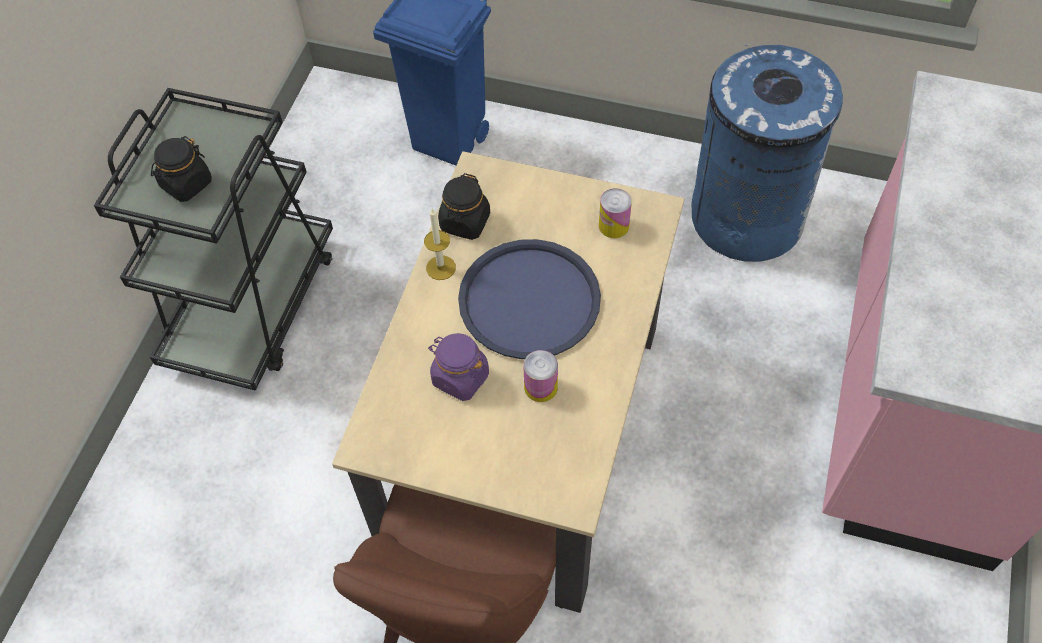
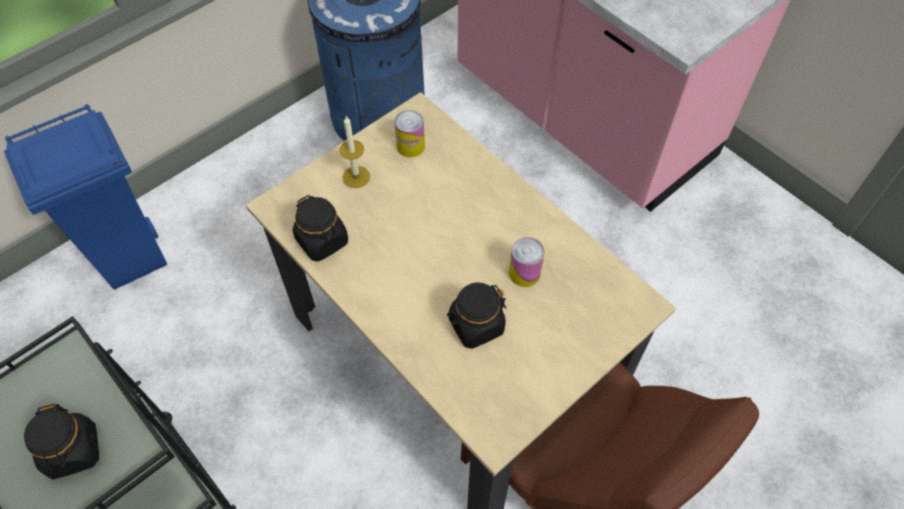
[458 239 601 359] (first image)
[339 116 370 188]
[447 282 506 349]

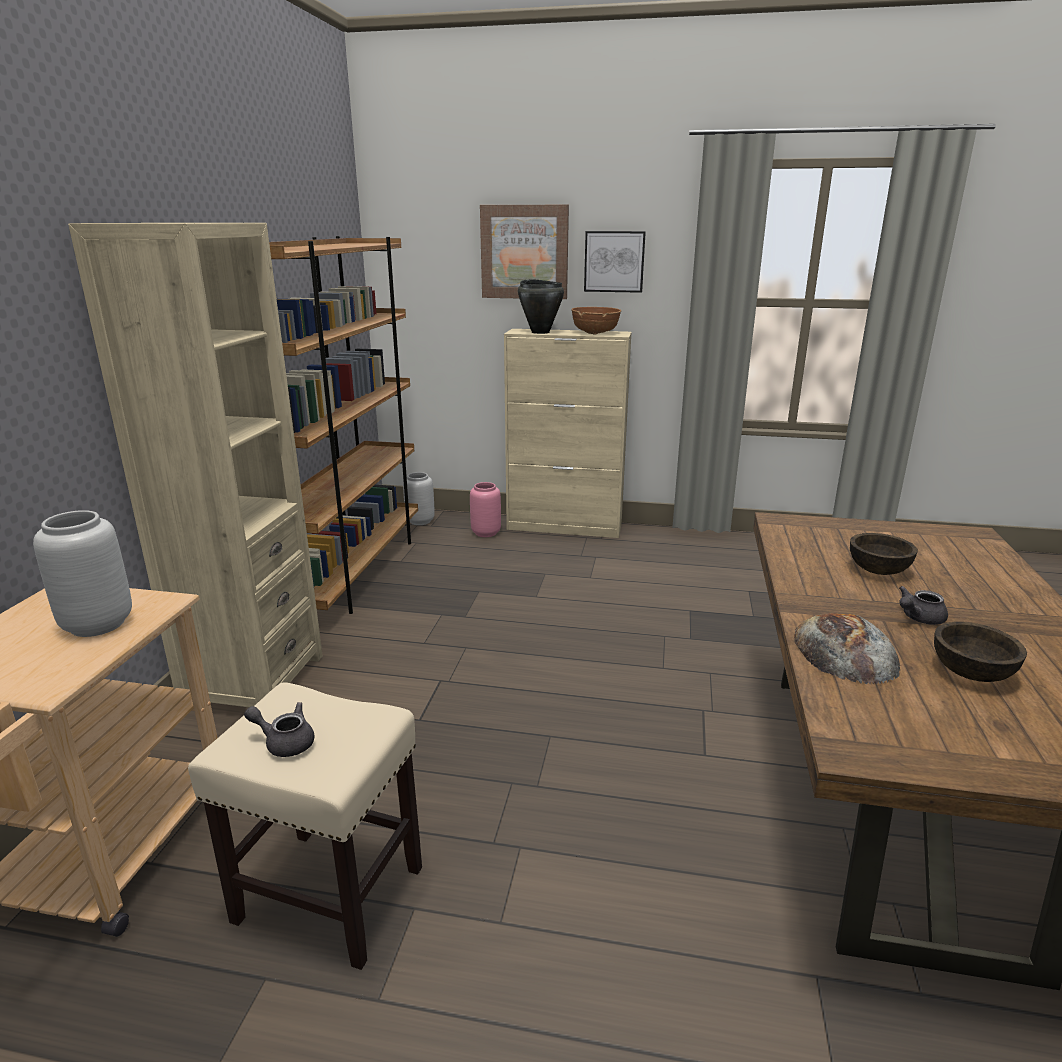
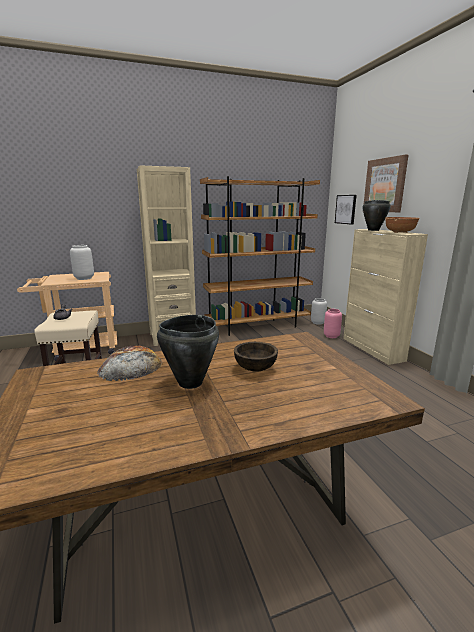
[934 622 1027 682] (first image)
[335 195 357 225]
[157 315 219 389]

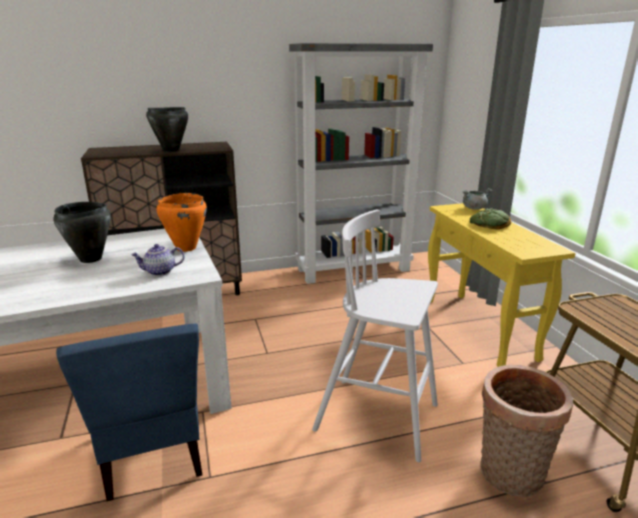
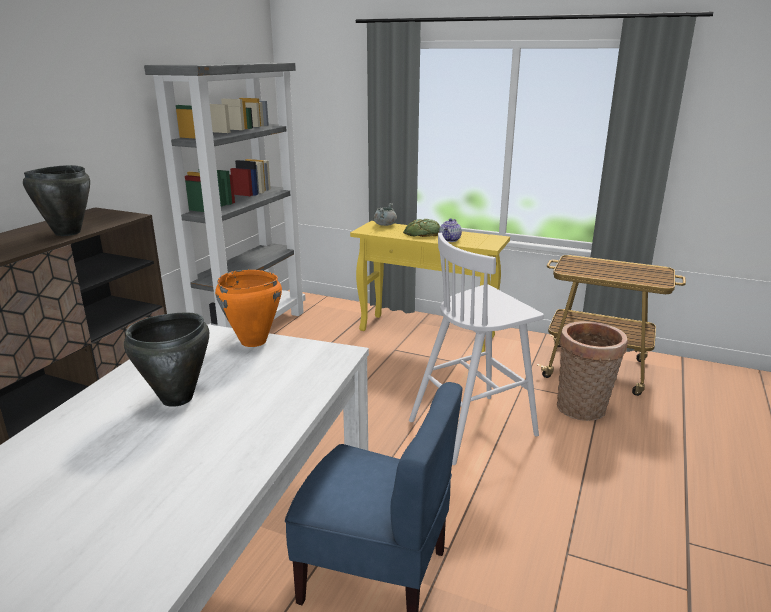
[439 218 462 242]

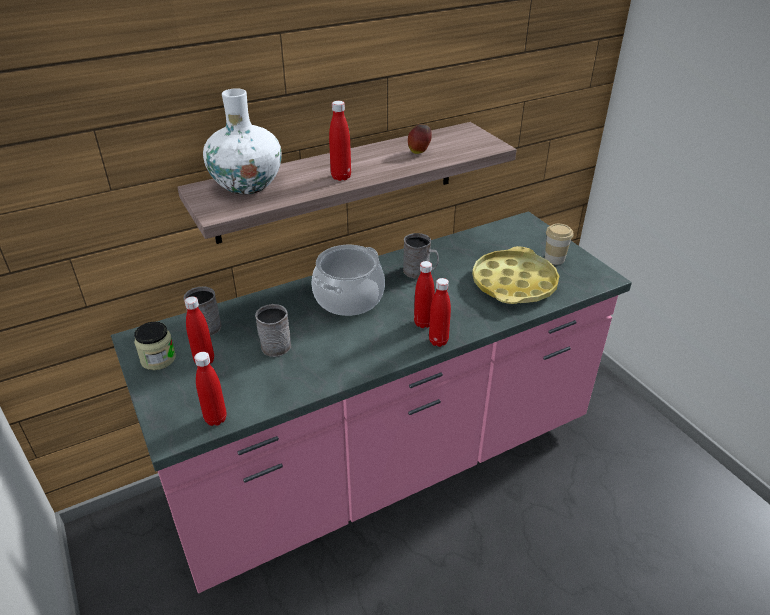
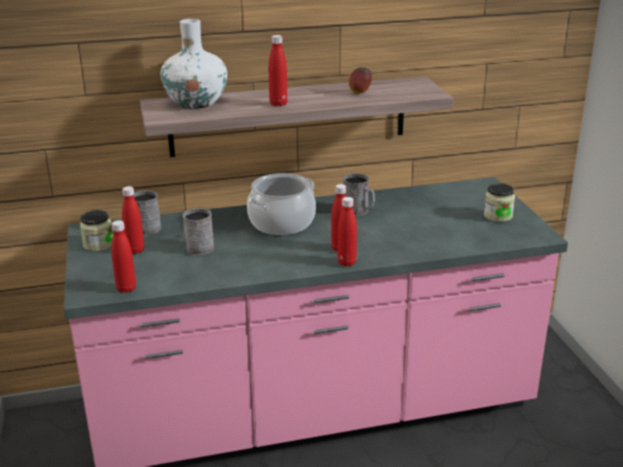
[472 246 559 304] (first image)
[484 183 515 222]

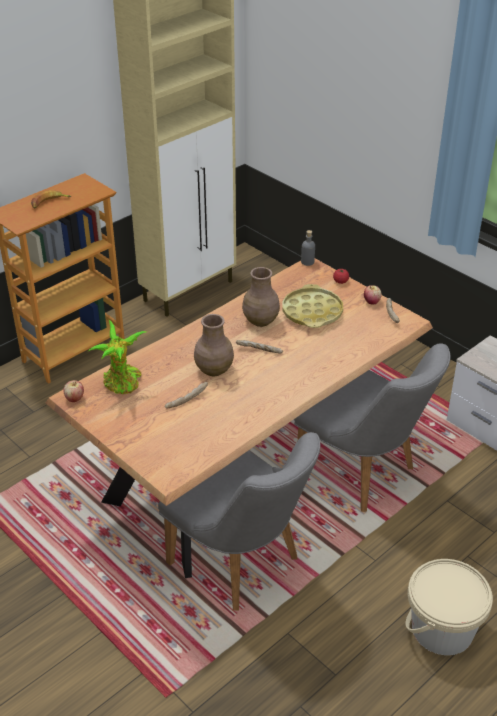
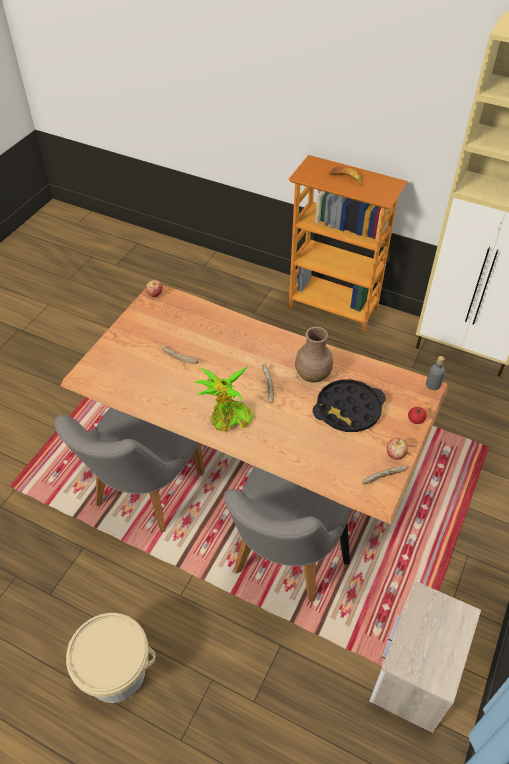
[194 314 234 376] (first image)
[194 365 254 432]
[312 379 386 432]

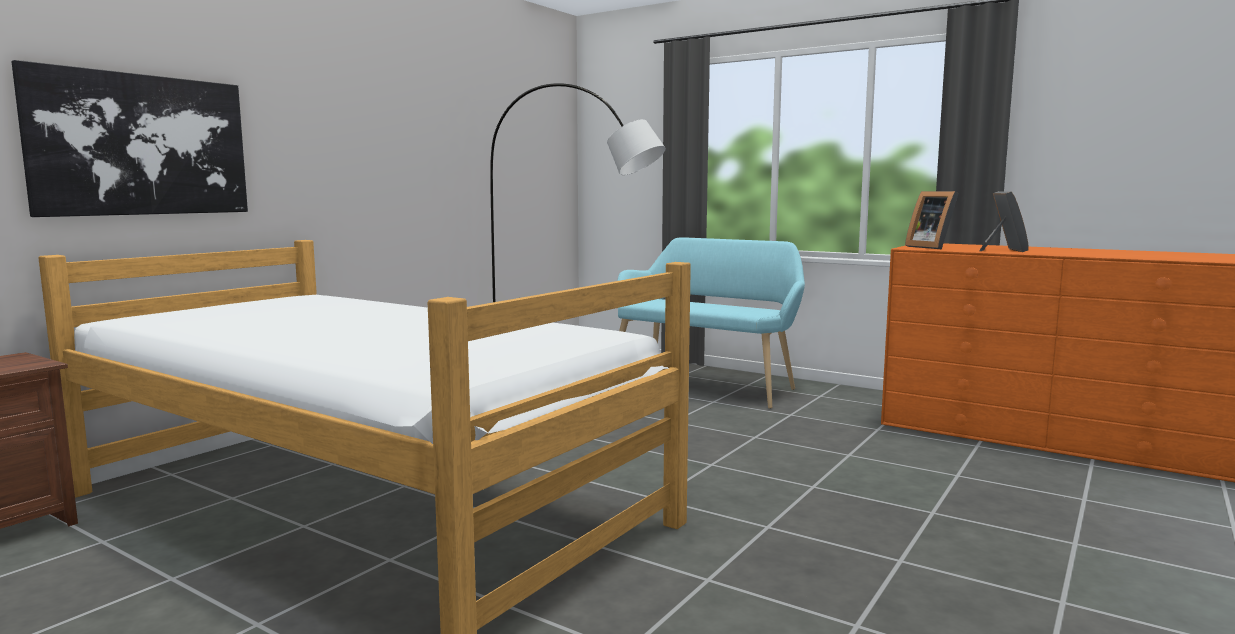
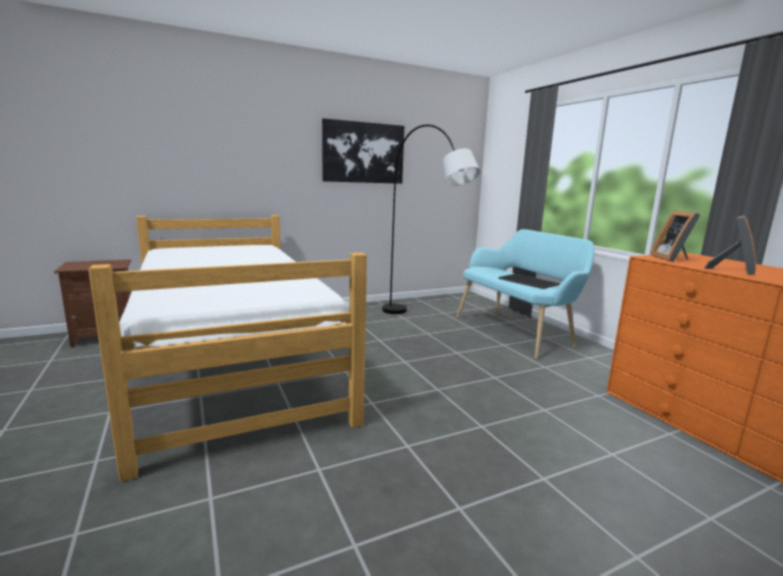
[498 274 559 289]
[322 118 404 184]

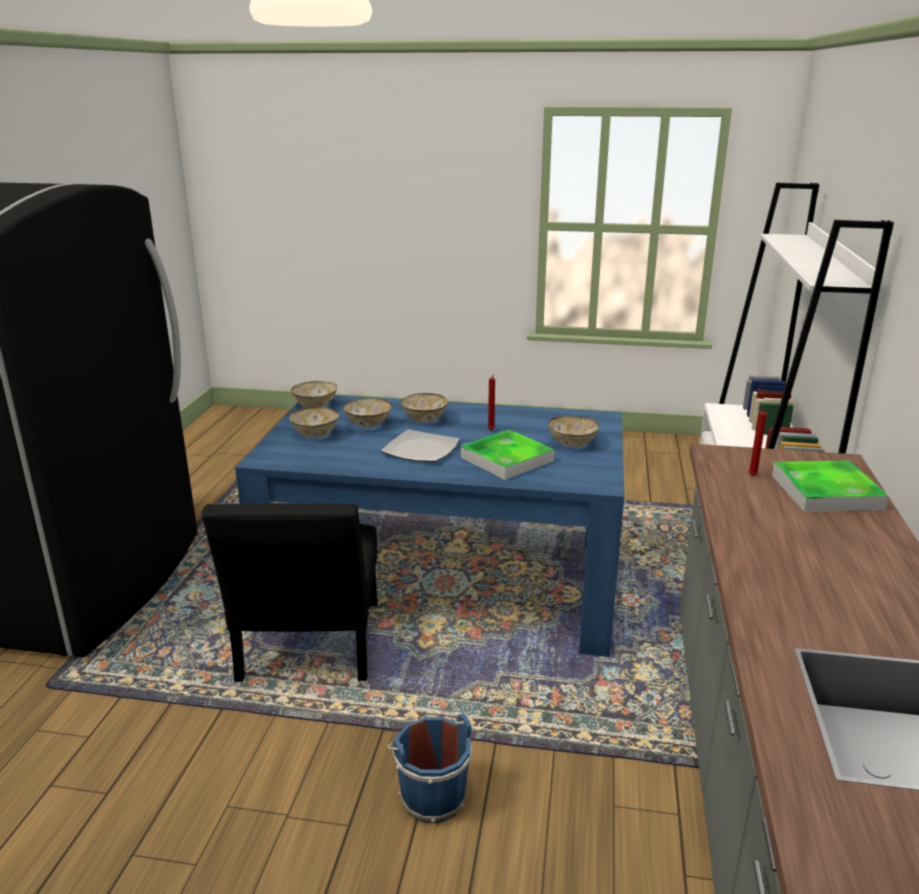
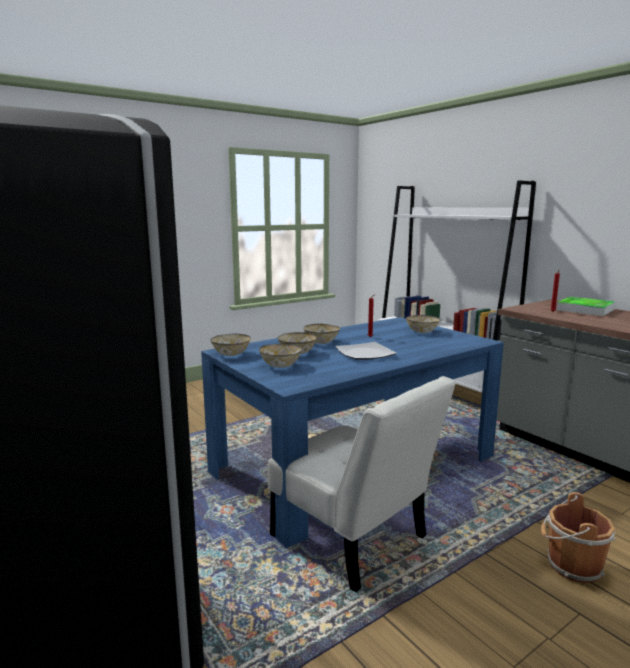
[461 429 555 480] (first image)
[268 376 456 592]
[541 492 615 583]

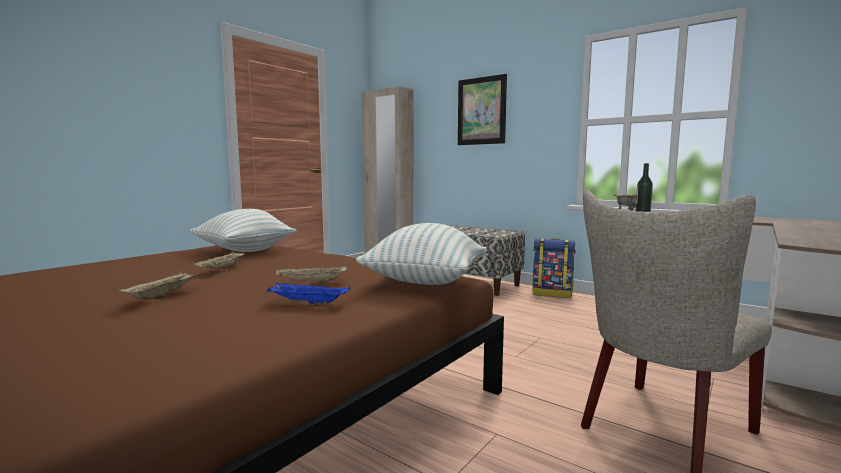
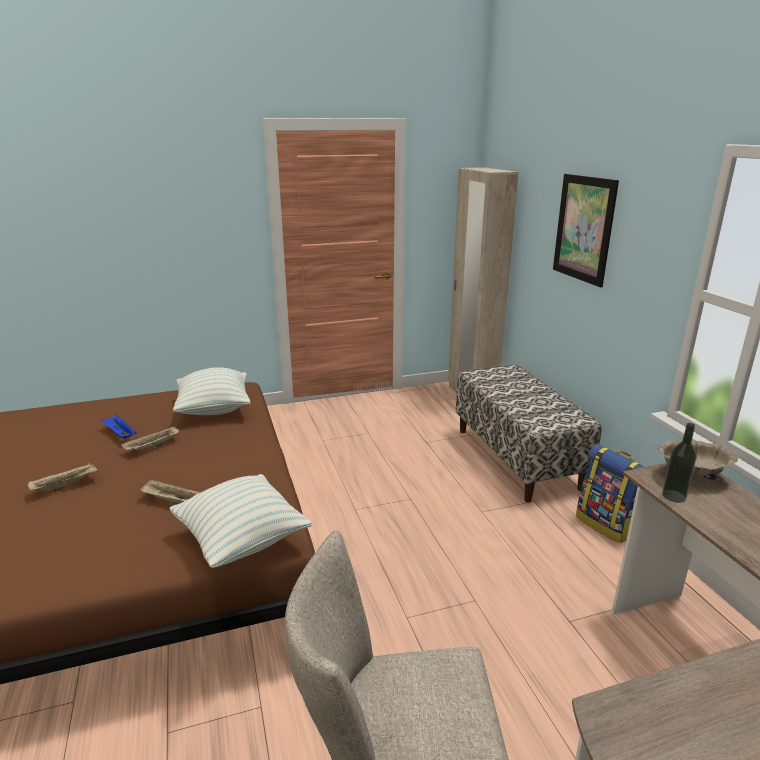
[101 415 137 439]

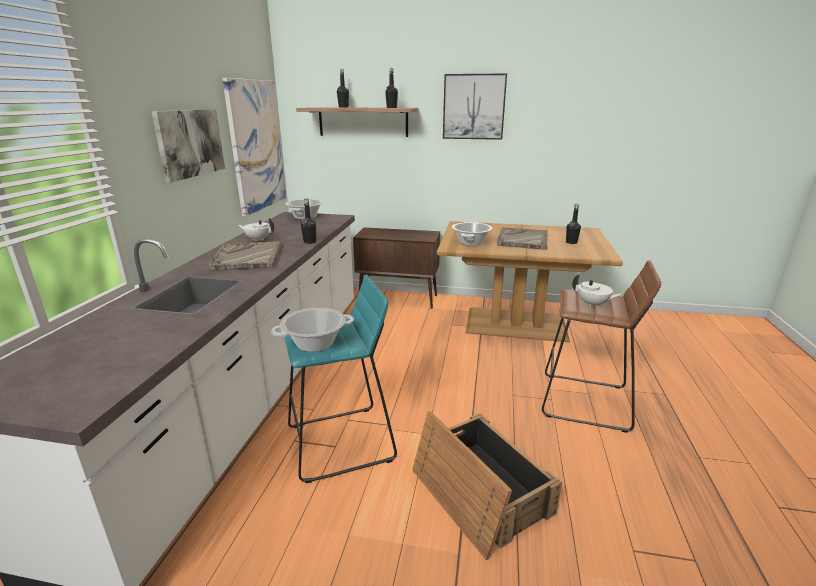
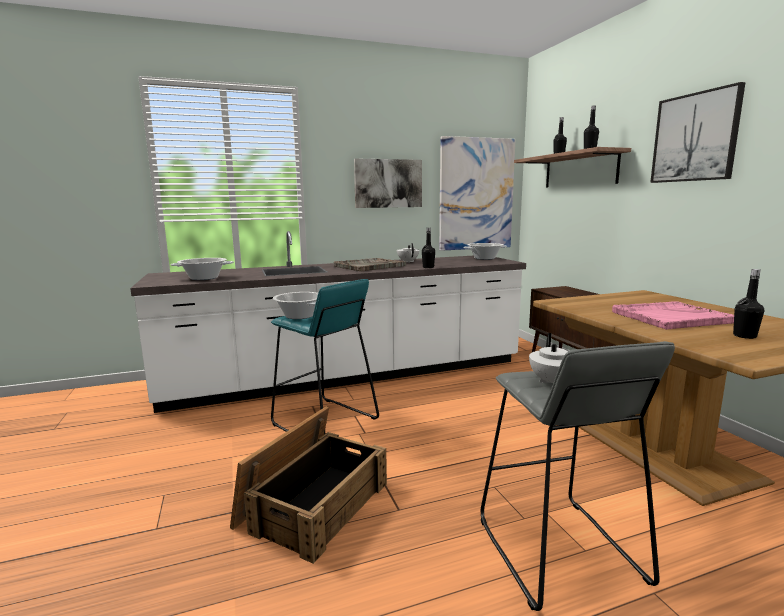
[171 258 234 280]
[612 301 734 330]
[481 341 675 611]

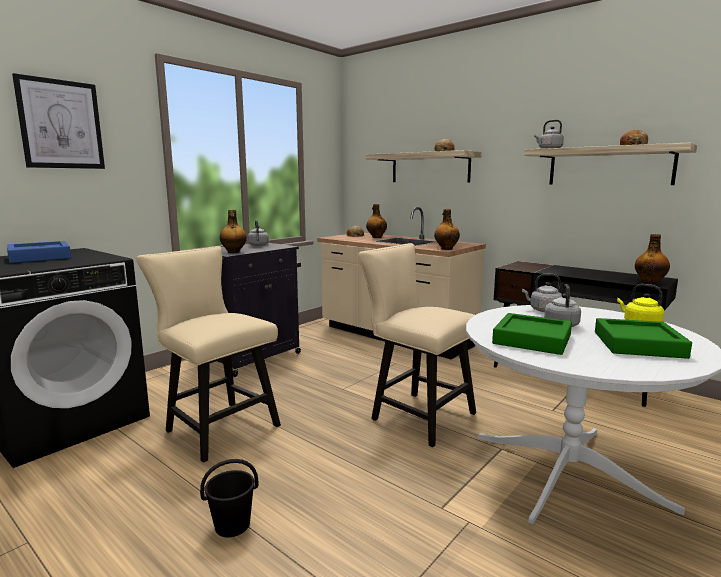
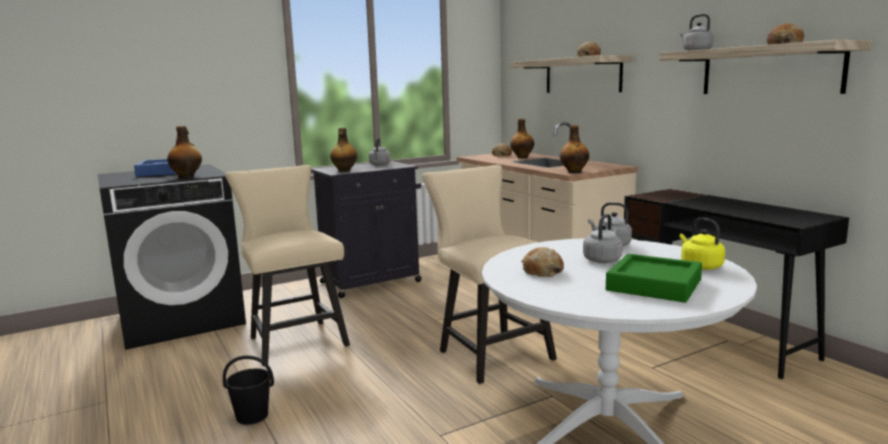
[12 73 105 169] (first image)
[167 126 202 178]
[522 247 564 277]

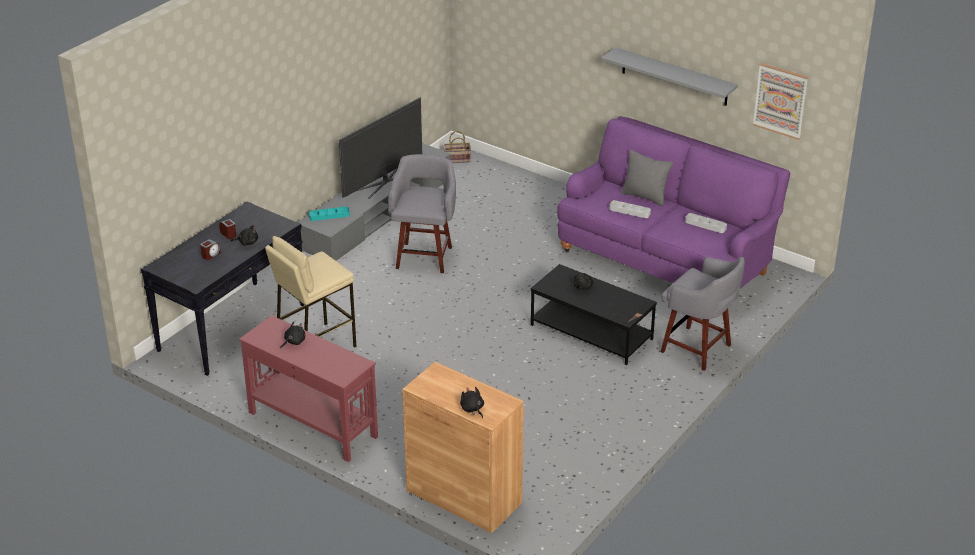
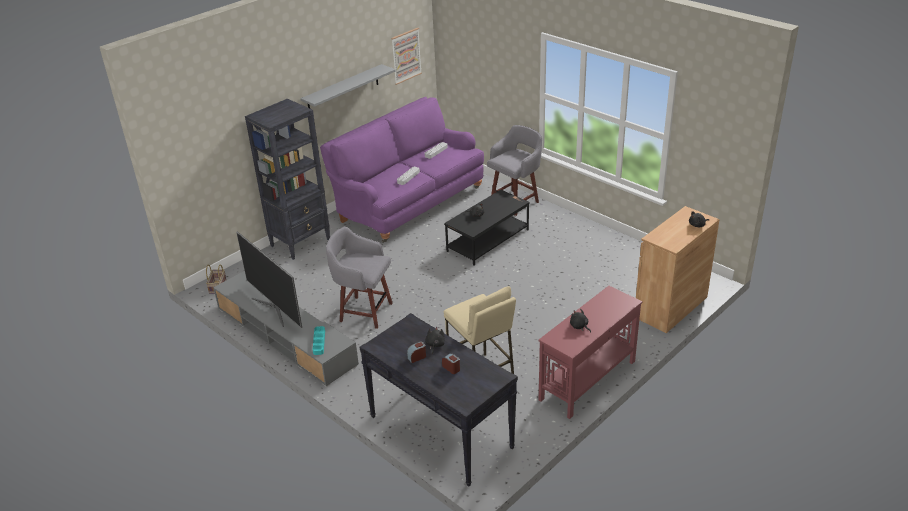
[621 150 673 206] (first image)
[245 99 330 260]

